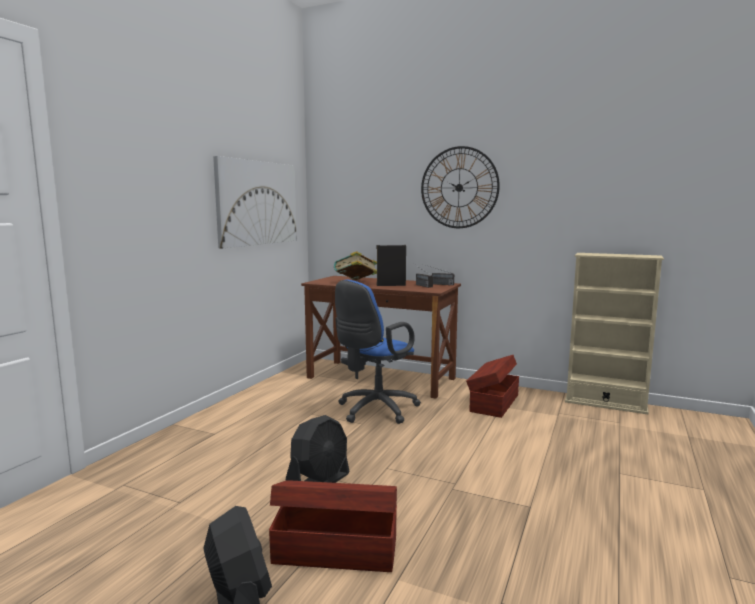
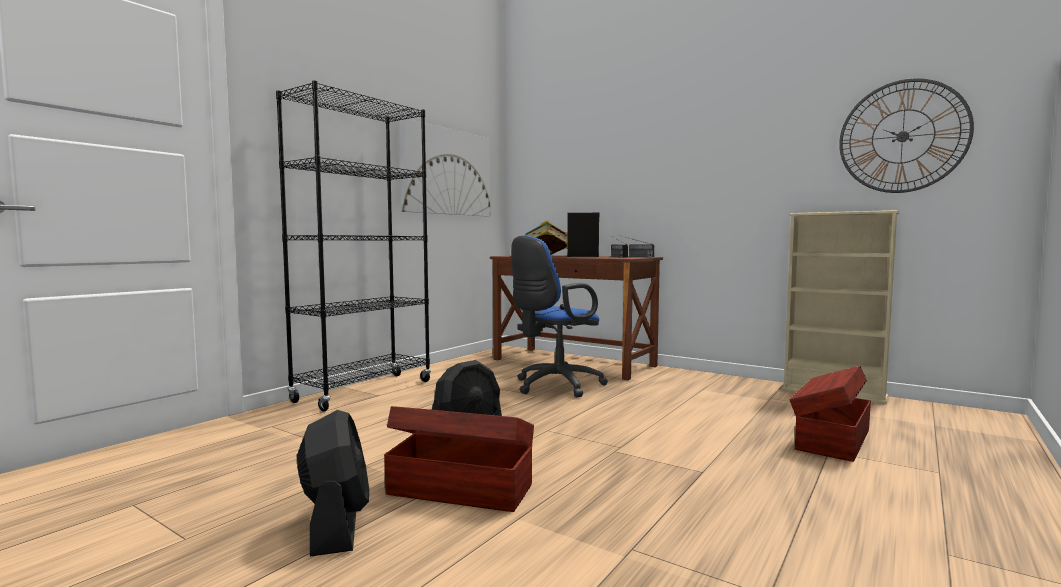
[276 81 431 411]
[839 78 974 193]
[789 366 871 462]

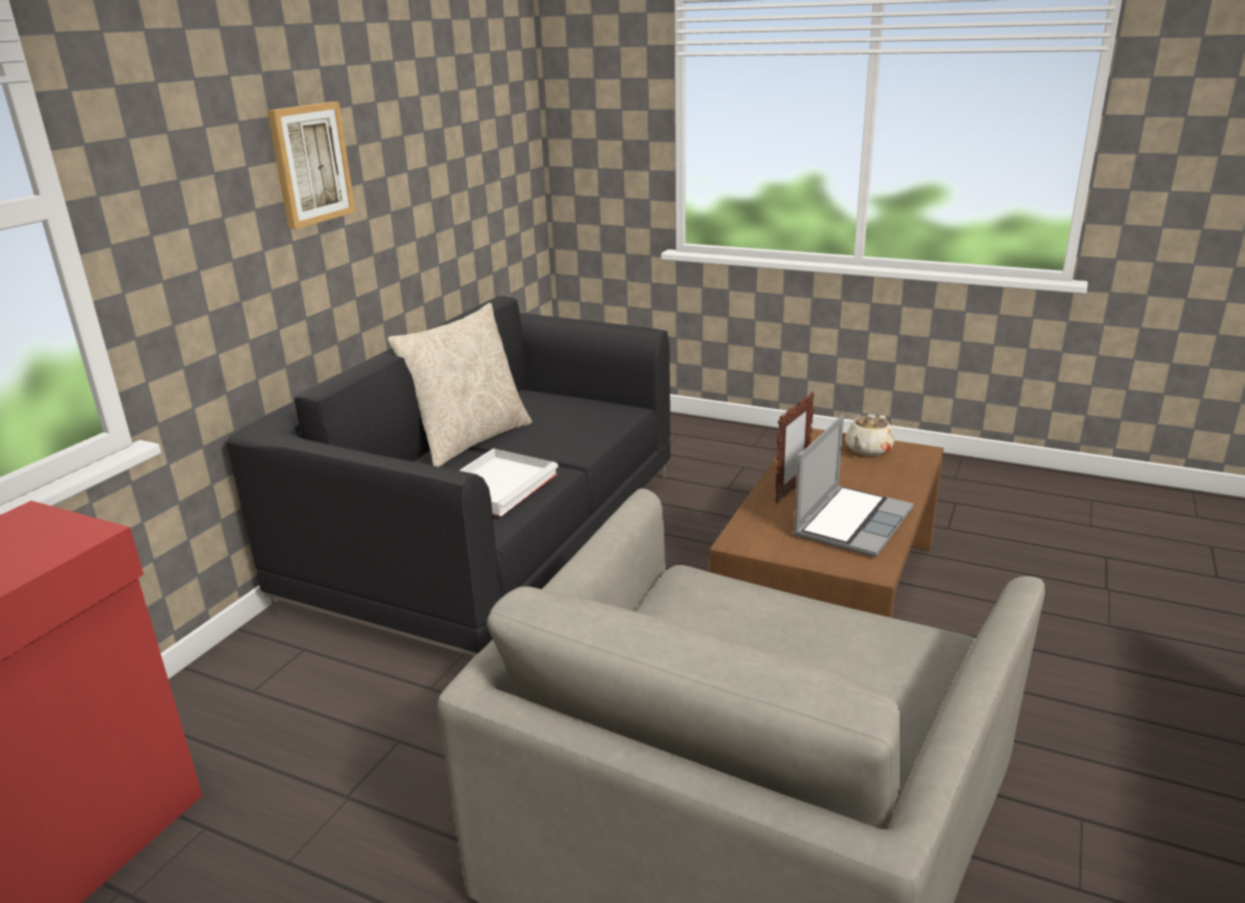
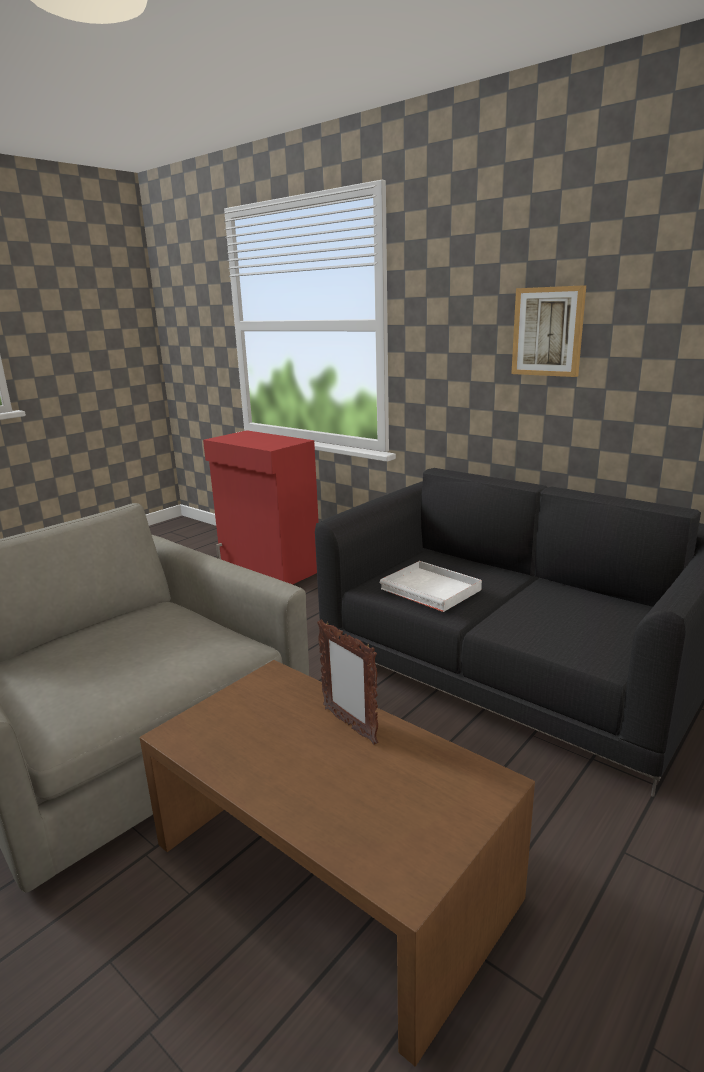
[388 303 532 467] (first image)
[793 415 914 557] (first image)
[845 414 894 456] (first image)

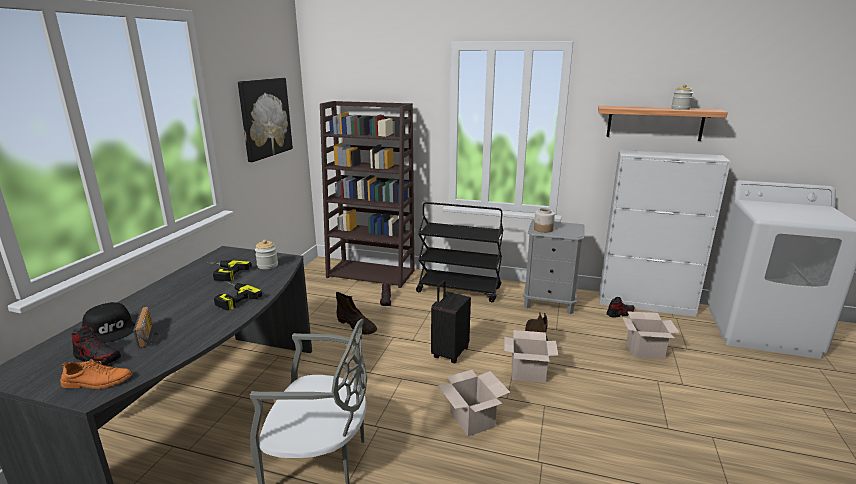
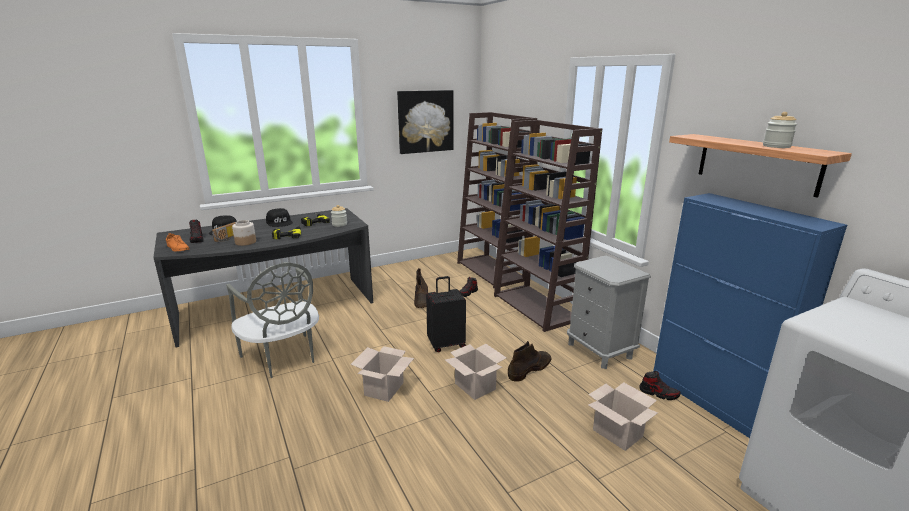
[266 208 293 227]
[232 220 256 246]
[494 120 602 332]
[653 193 847 438]

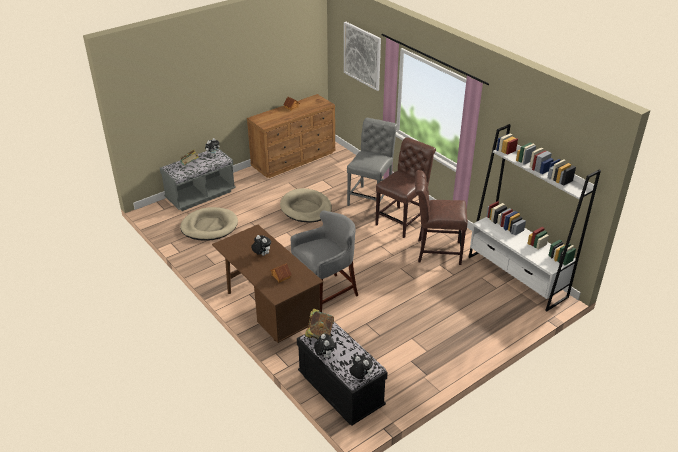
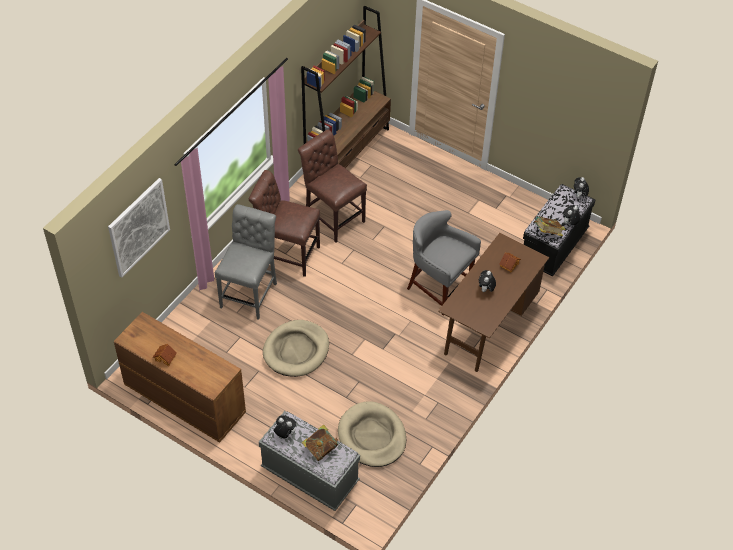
[301 6 391 168]
[215 204 277 320]
[298 129 367 242]

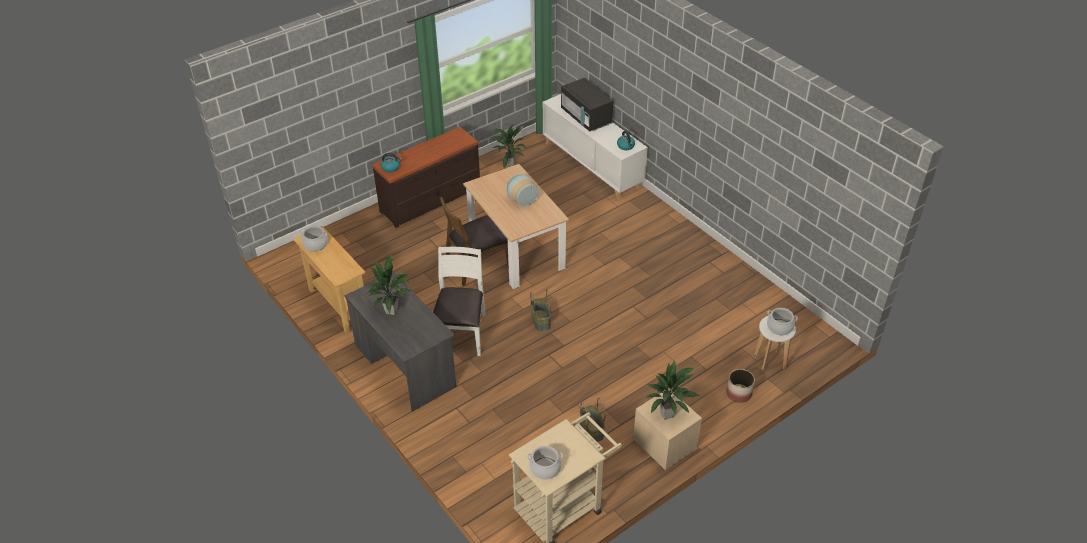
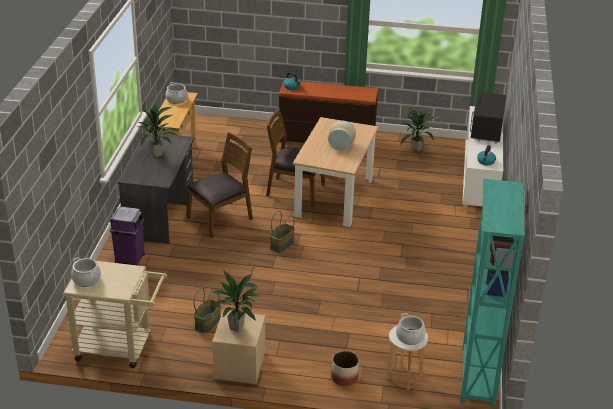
[110 206 145 266]
[460 179 525 408]
[187 132 253 238]

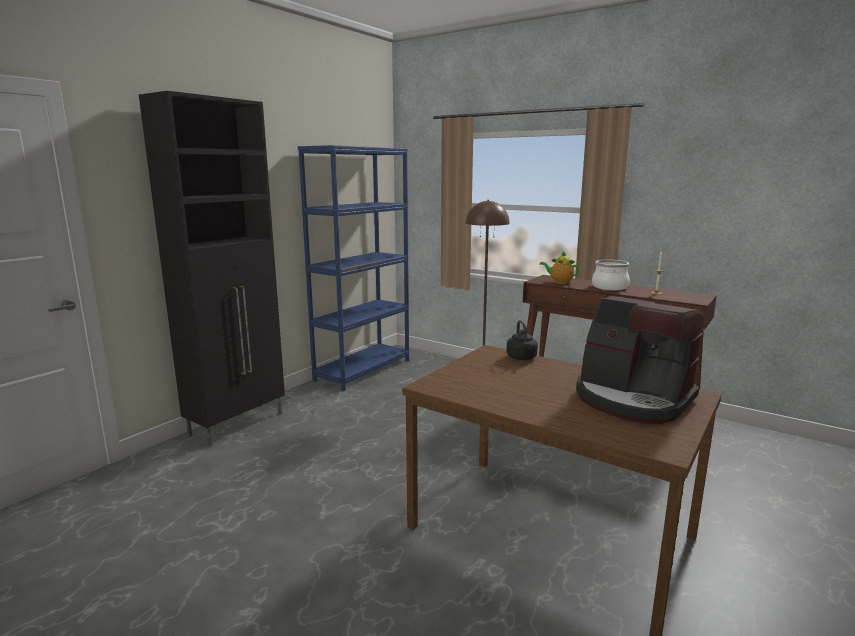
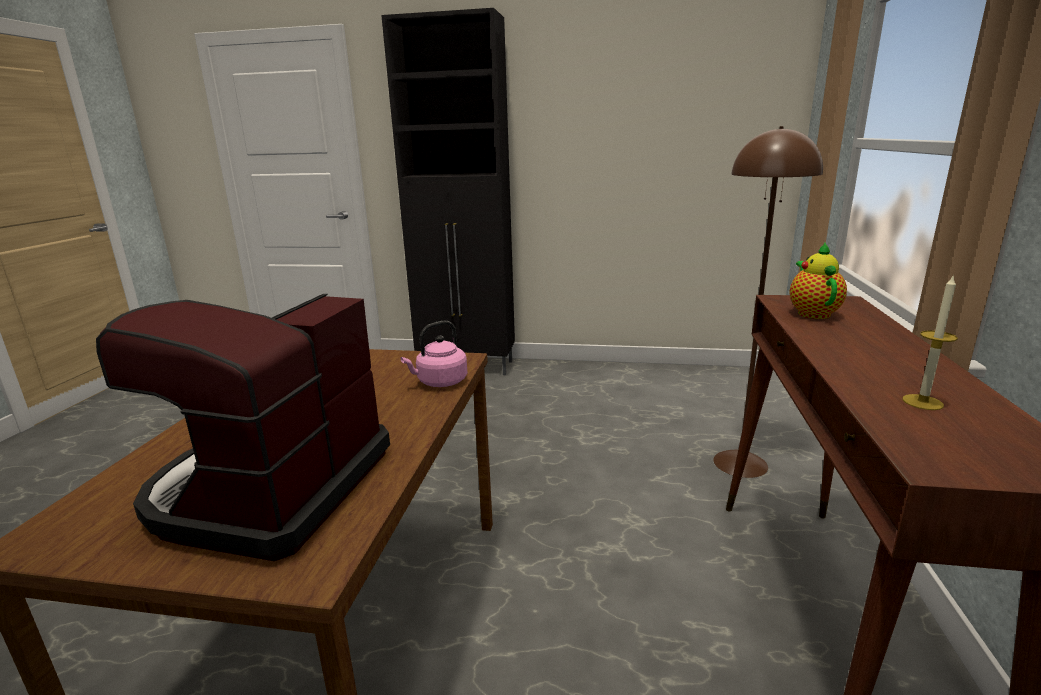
[298 145 409 391] (first image)
[592 260 630 290] (first image)
[401 320 468 387]

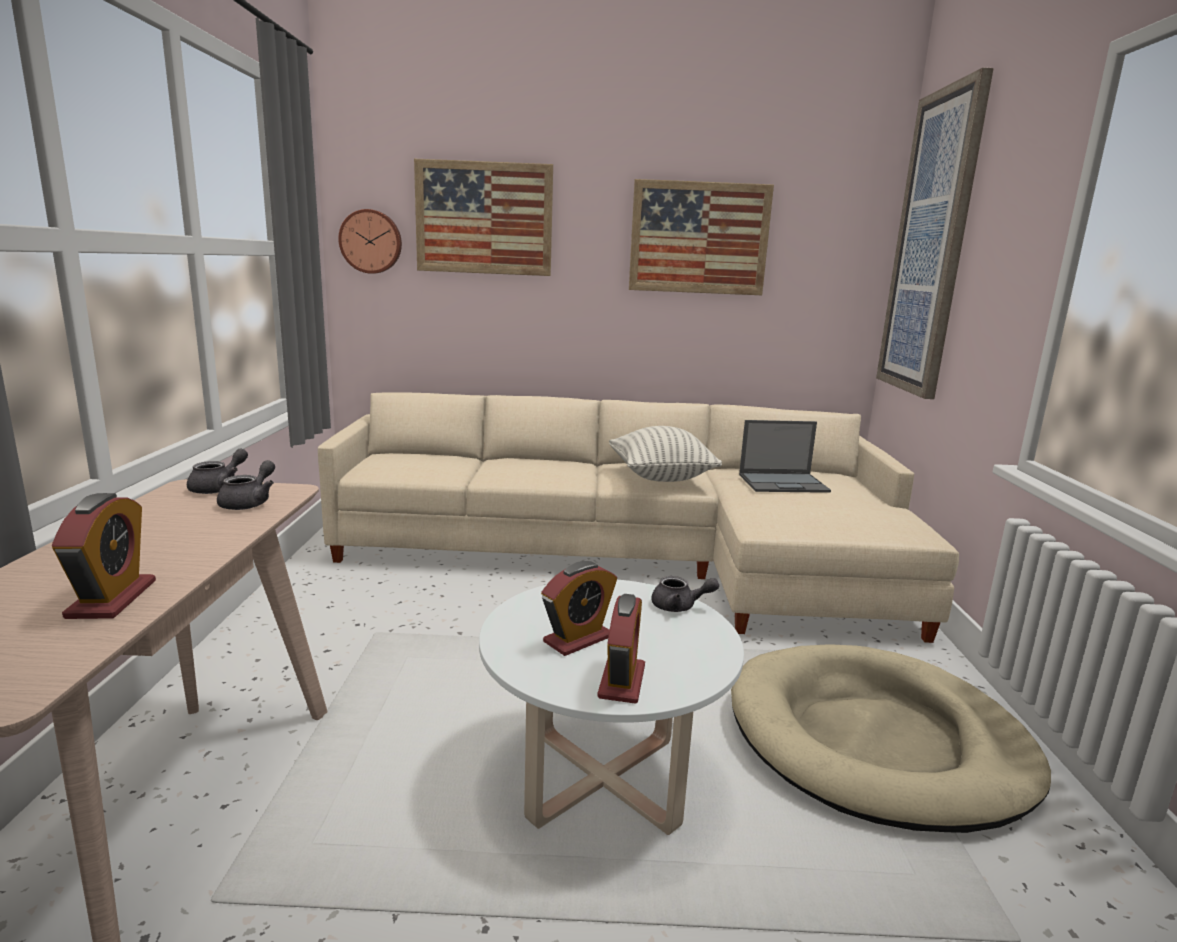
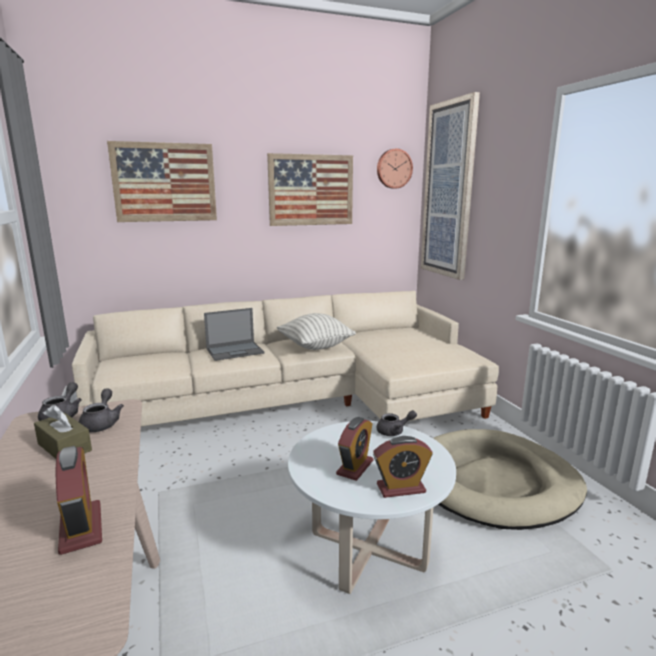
[34 405 92 459]
[377 149 413 189]
[204 308 265 361]
[373 436 433 498]

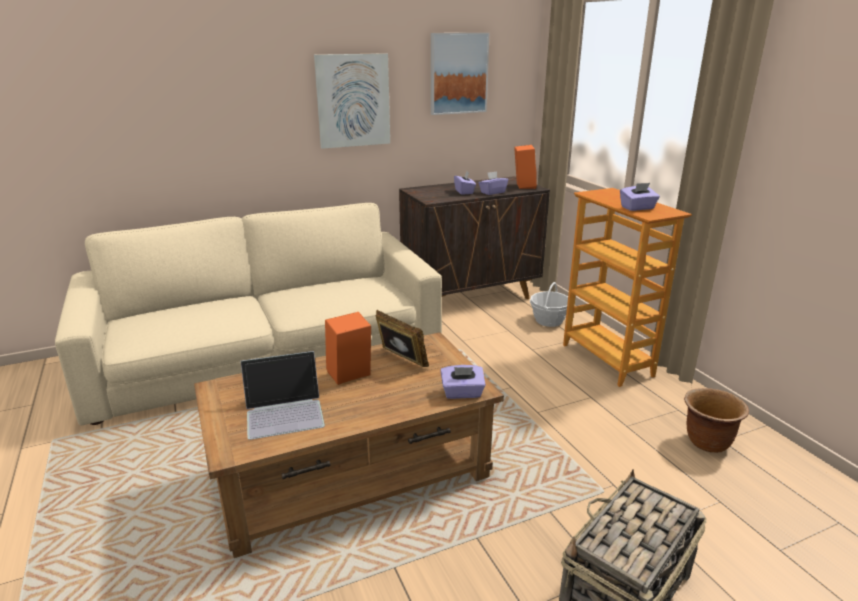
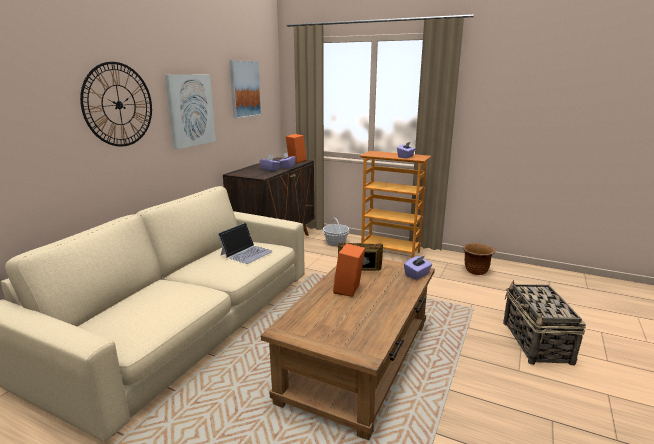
[80 62 152 146]
[218 223 273 264]

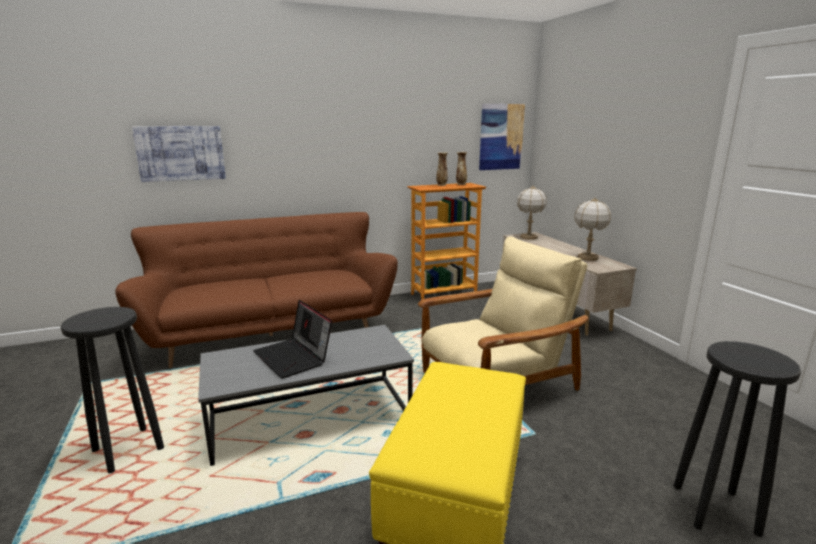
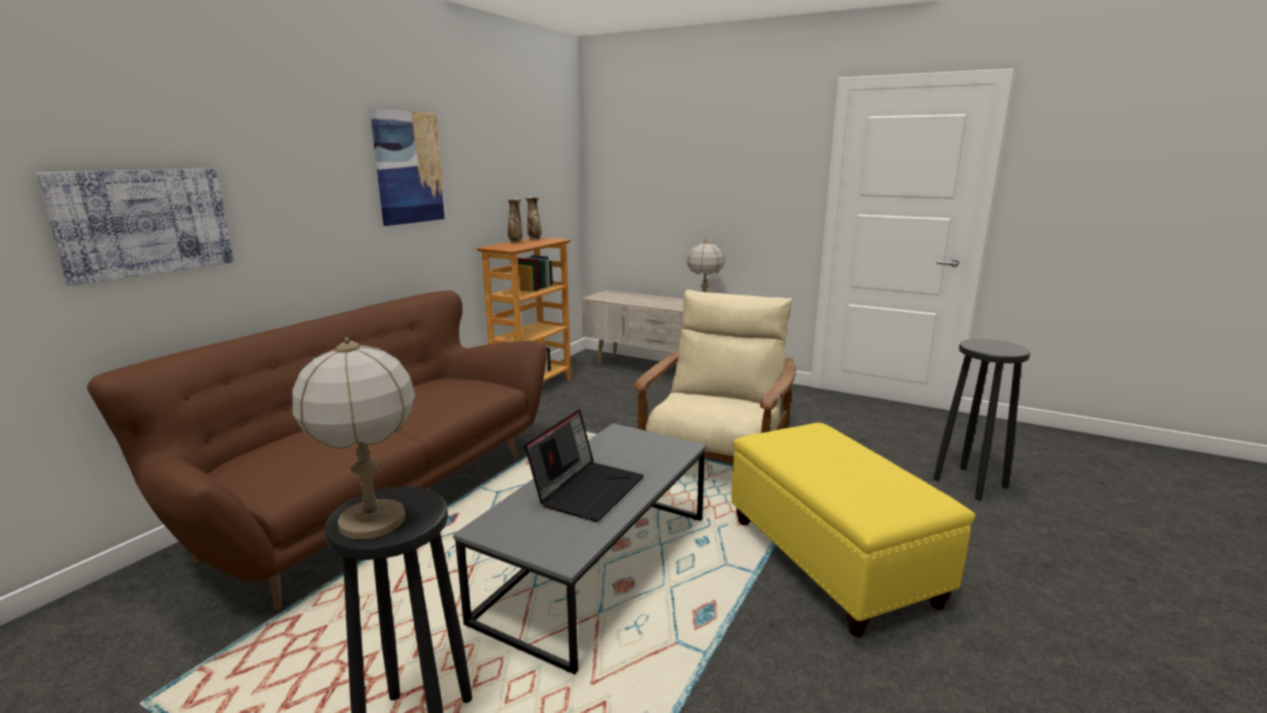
[370 109 446 226]
[292 337 415 539]
[525 409 644 522]

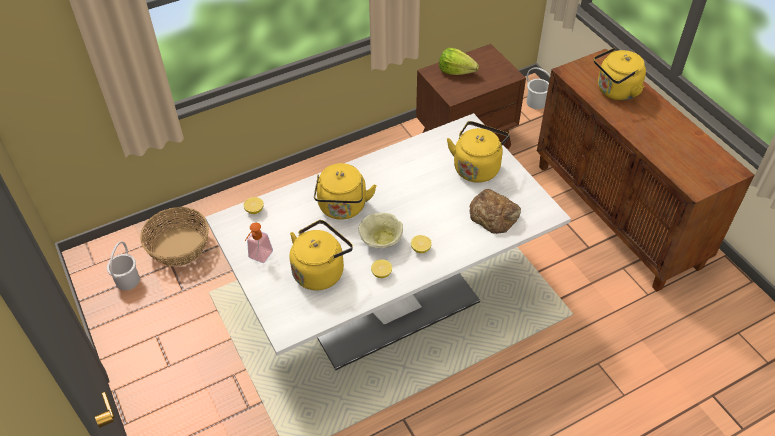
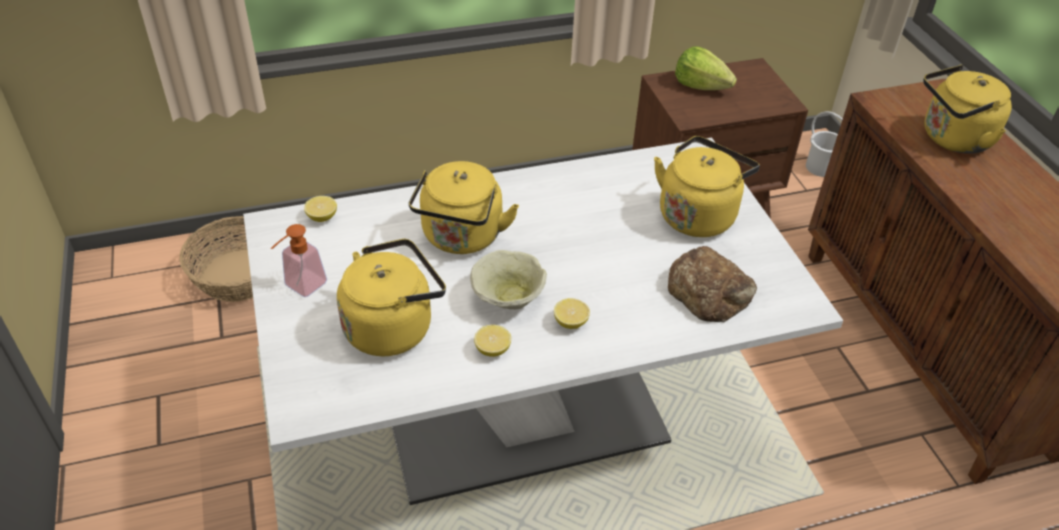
[107 242 140 290] (first image)

